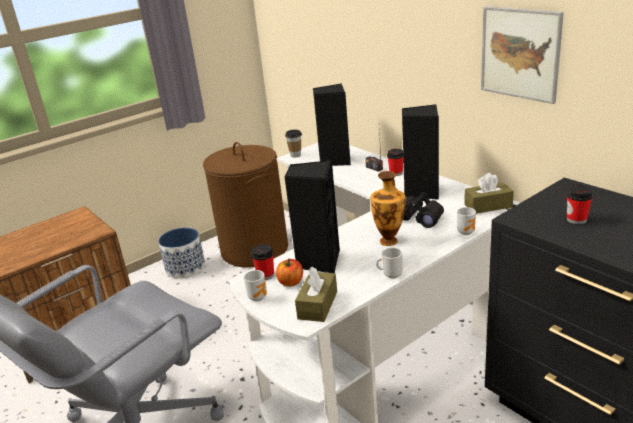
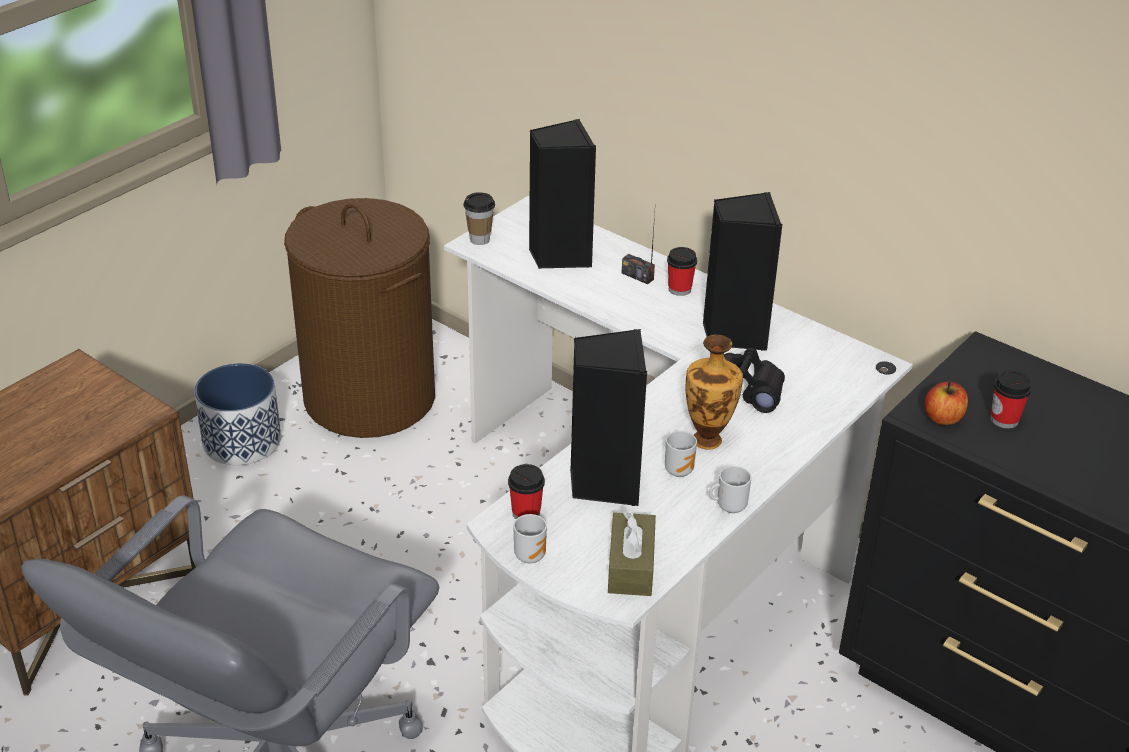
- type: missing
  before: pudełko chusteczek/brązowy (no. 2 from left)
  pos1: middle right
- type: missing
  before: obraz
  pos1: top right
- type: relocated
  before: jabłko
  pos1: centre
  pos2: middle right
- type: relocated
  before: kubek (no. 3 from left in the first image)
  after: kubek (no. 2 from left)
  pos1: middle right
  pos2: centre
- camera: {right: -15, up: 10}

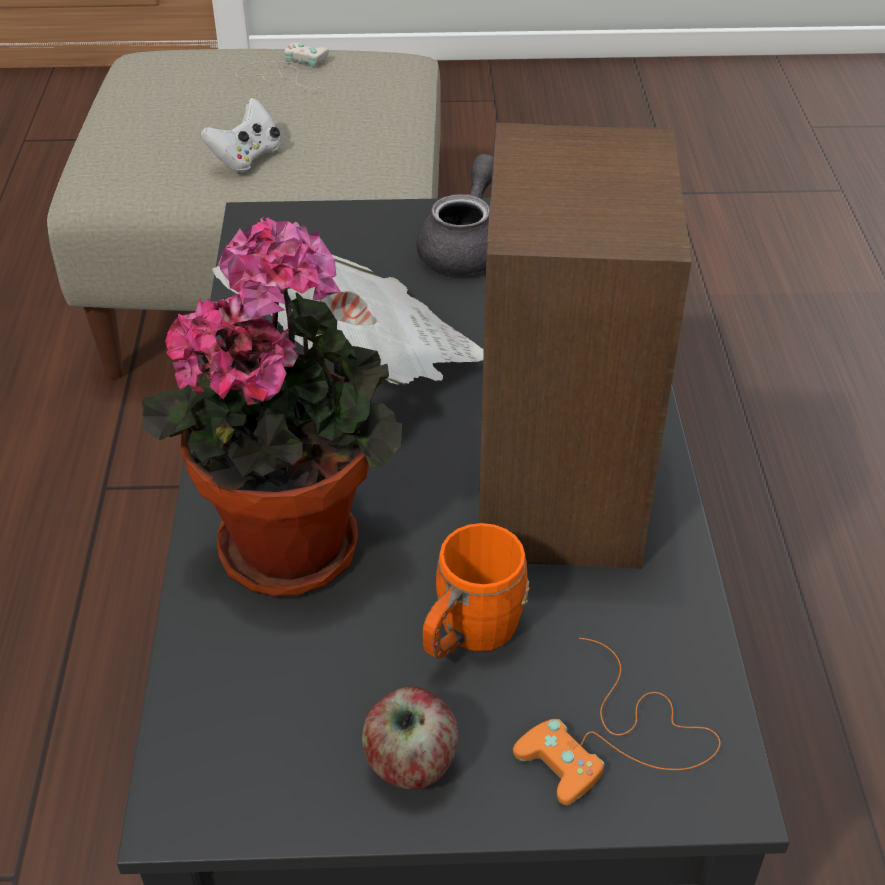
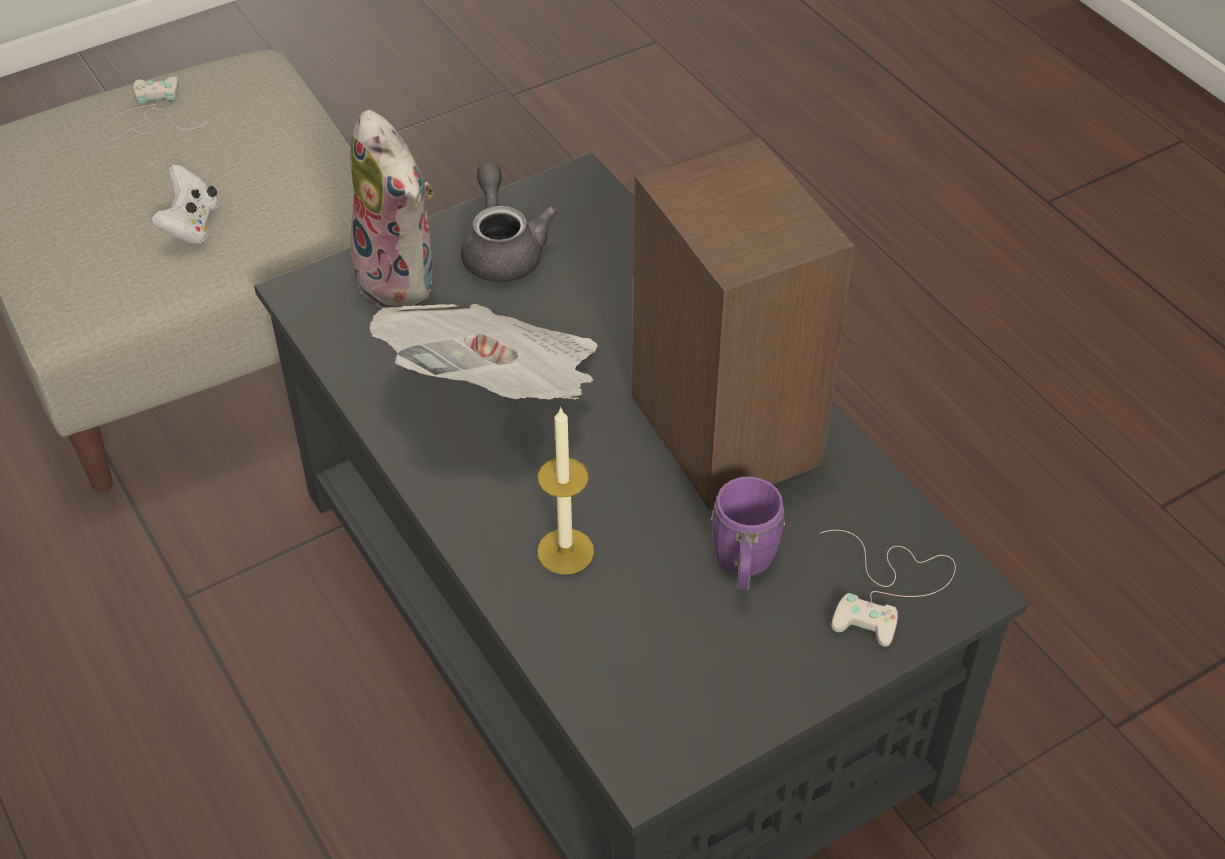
- type: missing
  before: jabłko
  pos1: bottom centre
- type: appeared
  after: pluszak
  pos2: top left
- type: exchanged
  before: roślina doniczkowa
  after: świeca
  pos1: middle left
  pos2: centre
- type: colour
  before: kubek/pomarańczowy
  after: kubek/fioletowy
  pos1: bottom centre
  pos2: centre
- type: colour
  before: pad do gier/pomarańczowy
  after: pad do gier/biały (no. 3 from left)
  pos1: bottom right
  pos2: bottom right
- camera: {right: -30, up: 5}

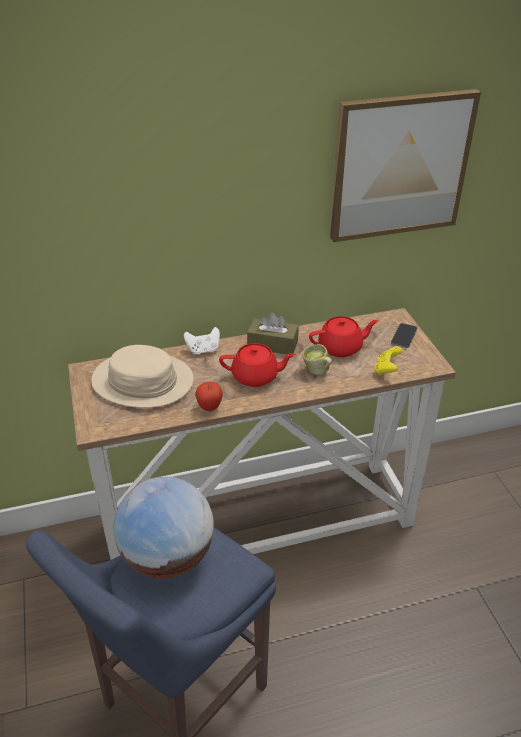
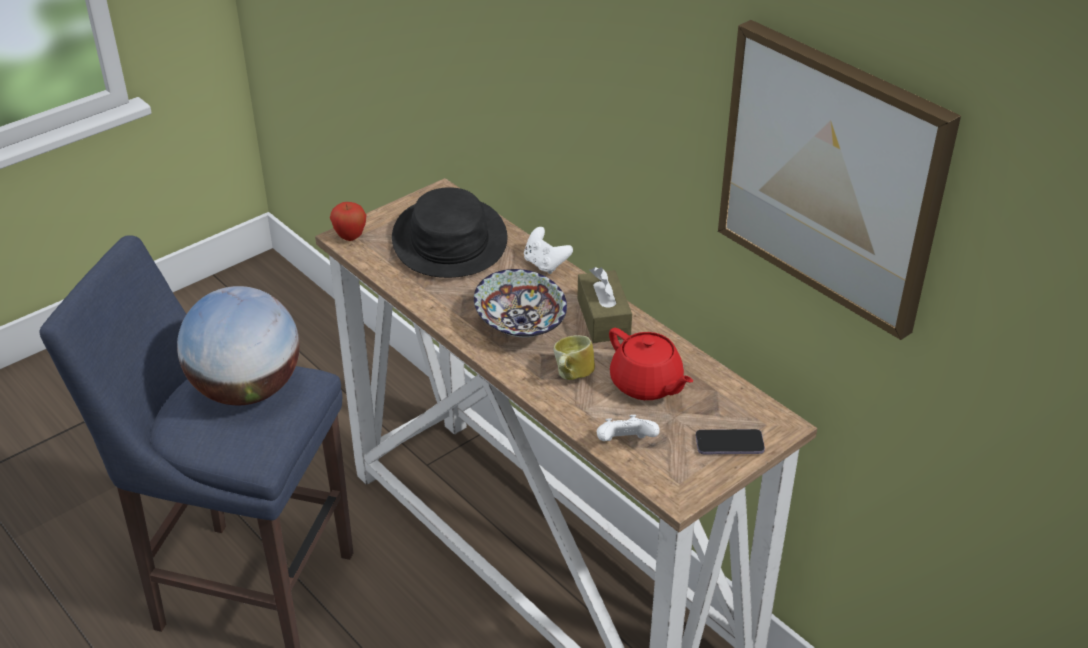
- type: relocated
  before: jabłko
  pos1: centre
  pos2: middle left
- type: exchanged
  before: imbryk/czerwony (no. 1 from left)
  after: miska
  pos1: centre
  pos2: centre
- type: colour
  before: kapelusz/beżowy
  after: kapelusz/czarny
  pos1: middle left
  pos2: centre
- type: colour
  before: pad do gier/żółty
  after: pad do gier/biały (no. 2 from left)
  pos1: middle right
  pos2: centre
- camera: {right: 65, up: 0}

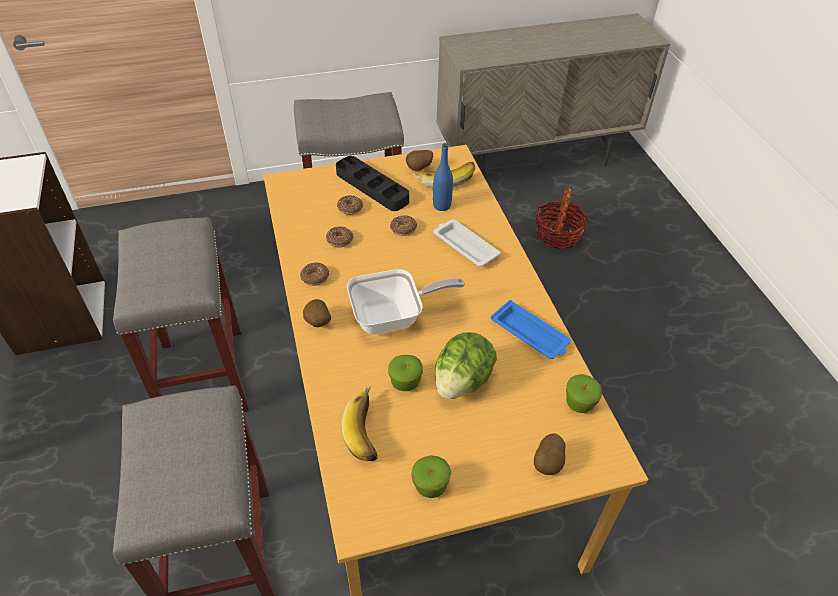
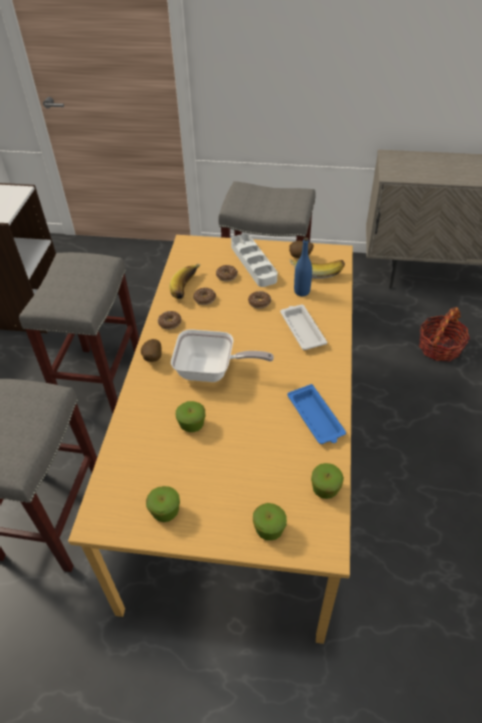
- type: missing
  before: sałata
  pos1: centre
- type: relocated
  before: banan (no. 1 from left)
  pos1: bottom centre
  pos2: centre
- type: exchanged
  before: ziemniak (no. 3 from left)
  after: jabłko (no. 3 from left)
  pos1: bottom centre
  pos2: bottom centre
- type: colour
  before: taca/czarny
  after: taca/biały (no. 1 from left)
  pos1: top centre
  pos2: centre
- camera: {right: 25, up: 0}

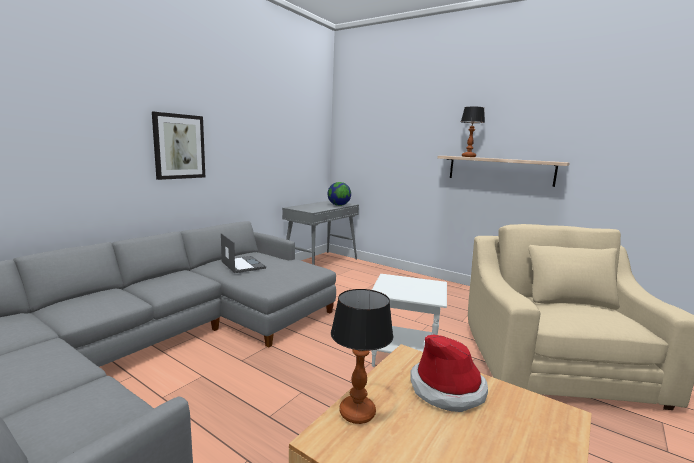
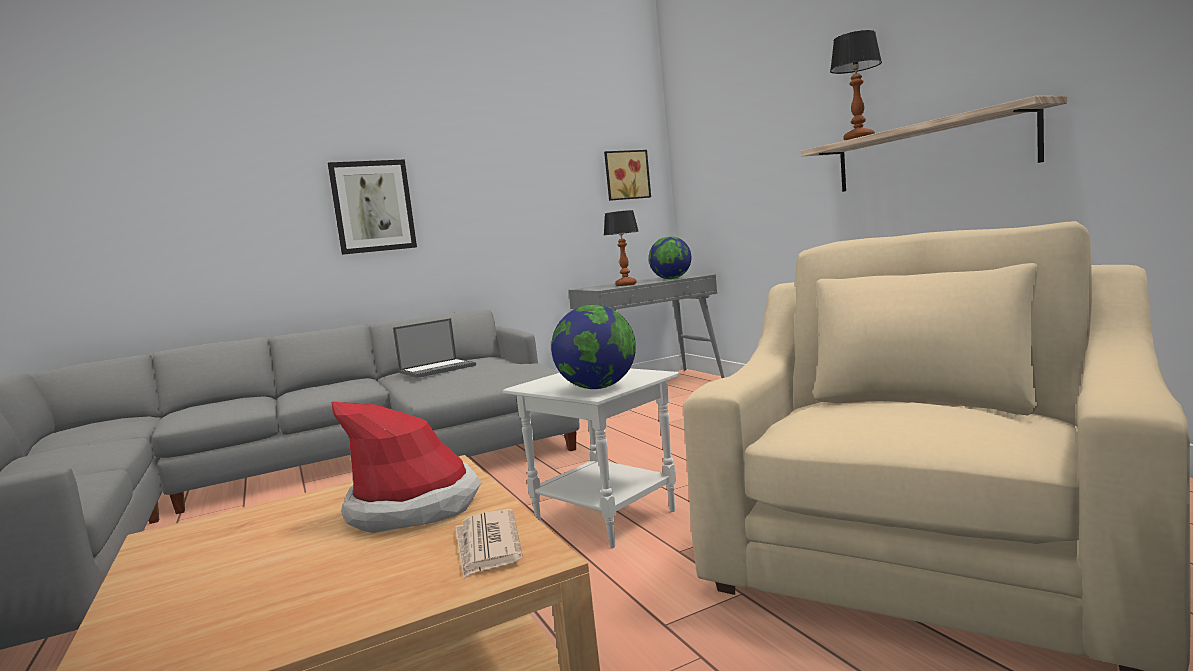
- type: appeared
  after: gazeta
  pos2: bottom centre
- type: appeared
  after: globus (no. 1 from left)
  pos2: centre
- type: appeared
  after: obraz (no. 2 from left)
  pos2: top centre
- type: relocated
  before: lampa stołowa (no. 1 from left)
  pos1: bottom centre
  pos2: centre
- type: spun
  before: laptop
  pos1: centre
  pos2: centre
  turn: 60
- camera: {right: 30, up: -5}

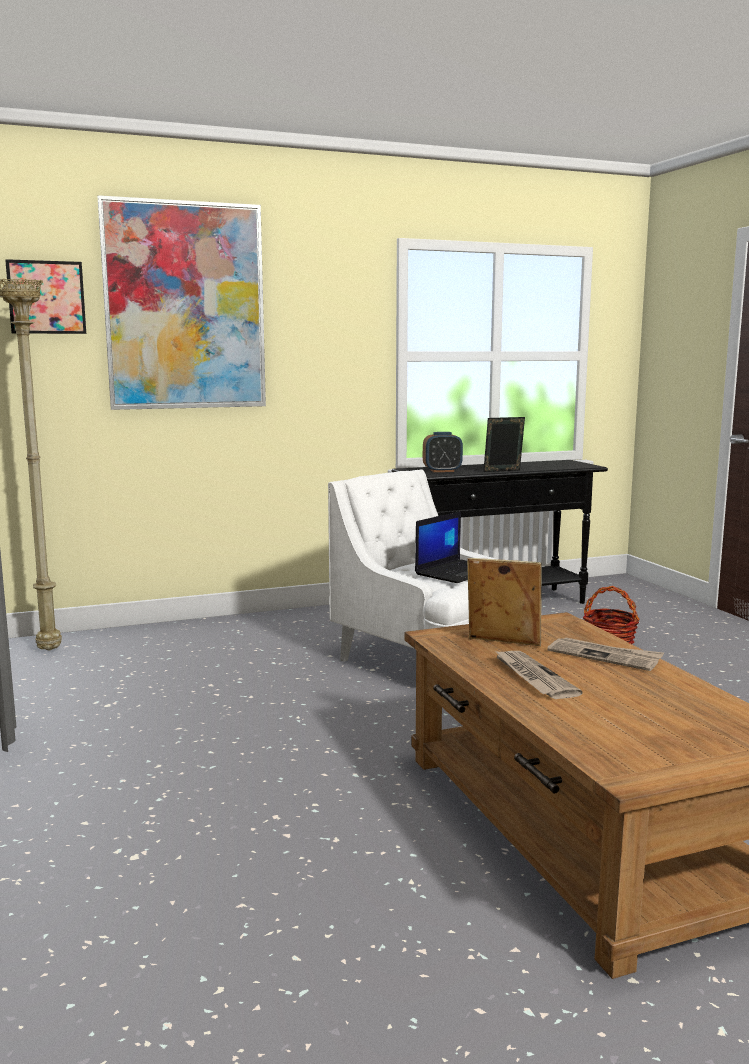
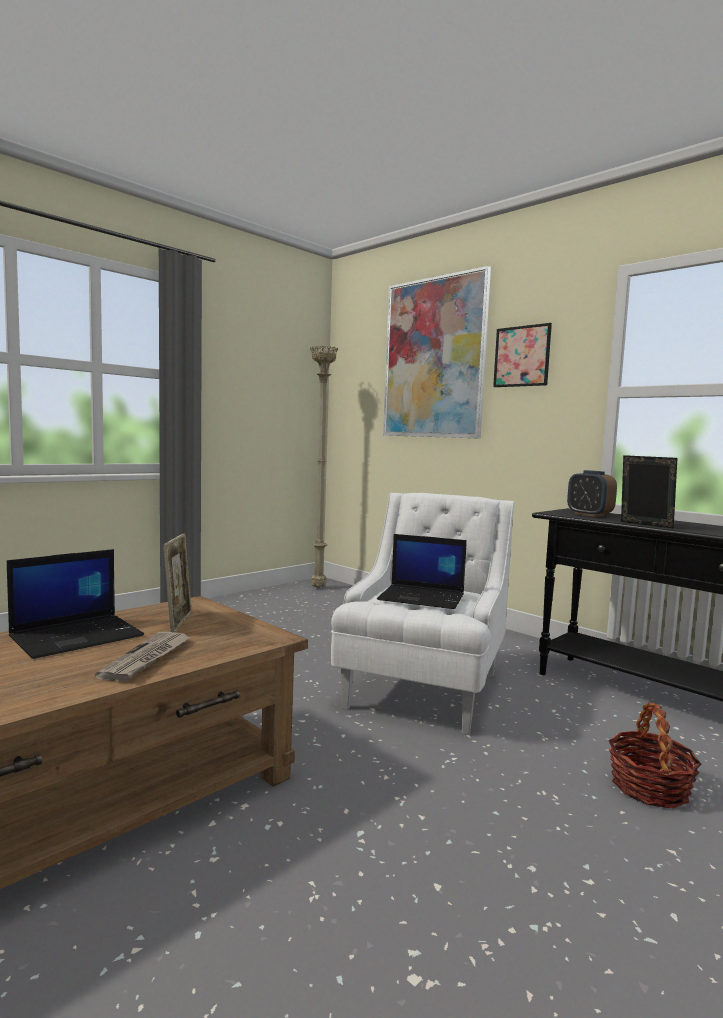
- type: relocated
  before: obraz (no. 1 from left in the first image)
  after: obraz (no. 2 from left)
  pos1: top left
  pos2: middle right
- type: exchanged
  before: gazeta (no. 1 from left)
  after: laptop (no. 1 from left)
  pos1: middle right
  pos2: middle left
- camera: {right: 65, up: -5}

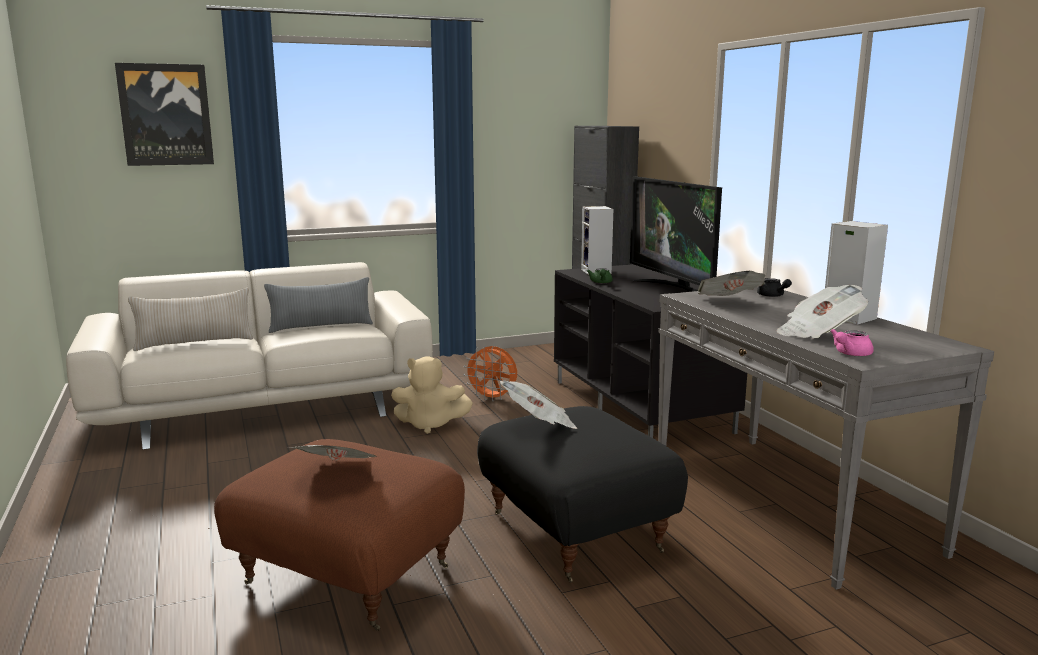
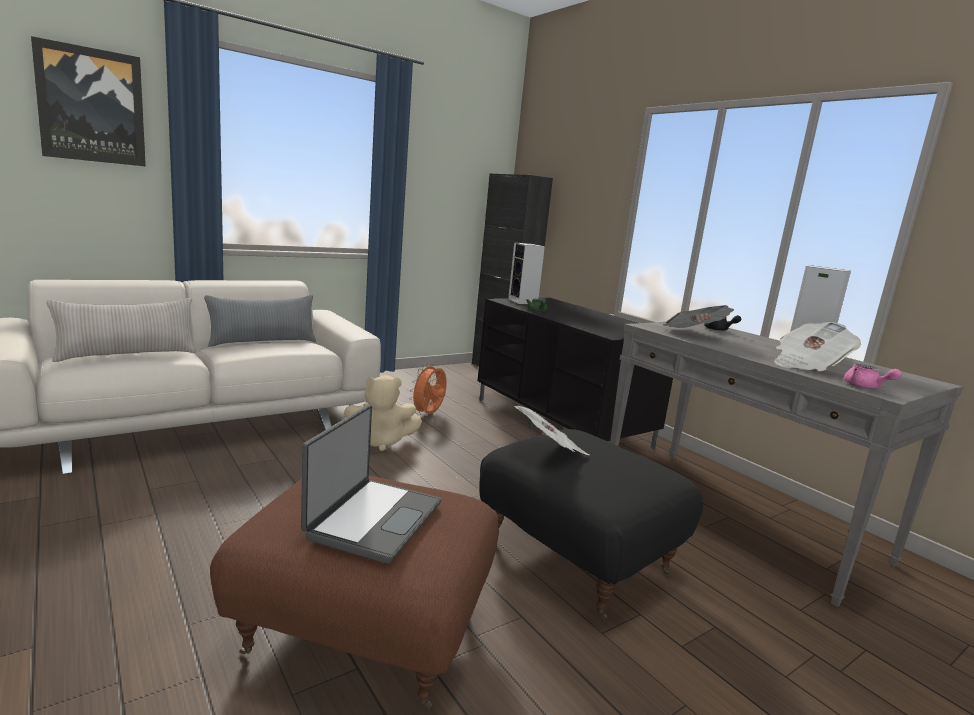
- type: missing
  before: telewizor
  pos1: centre
- type: exchanged
  before: gazeta (no. 1 from left)
  after: laptop
  pos1: bottom left
  pos2: bottom centre
- type: spun
  before: wentylator/pomarańczowy
  pos1: centre
  pos2: centre
  turn: 105
- type: spun
  before: imbryk/różowy
  pos1: middle right
  pos2: middle right
  turn: -60
- camera: {right: -15, up: 0}

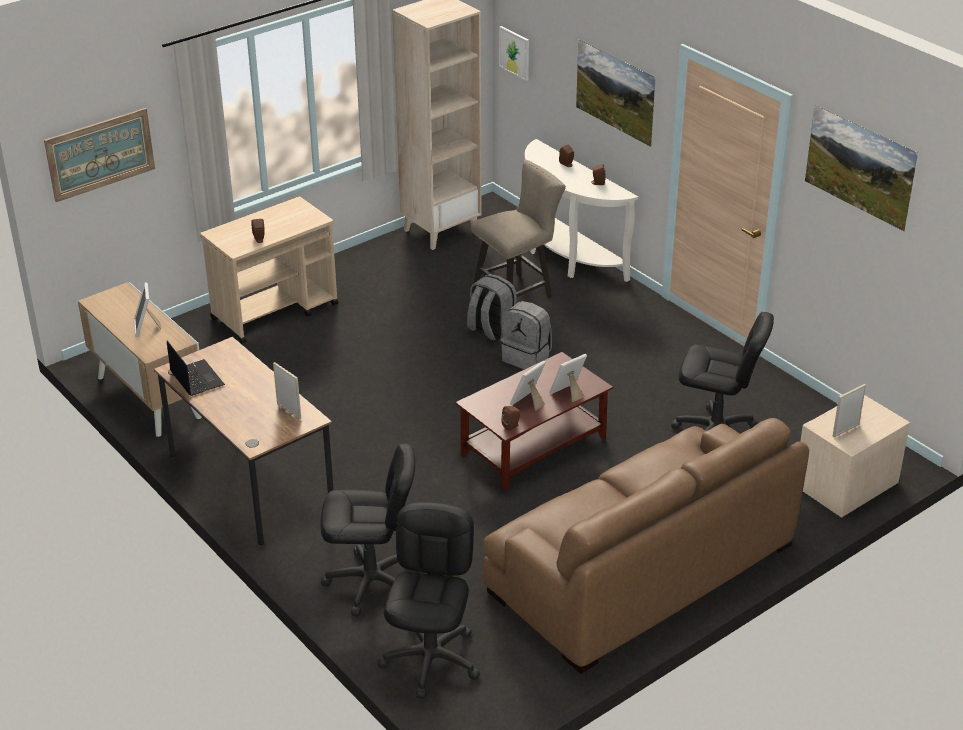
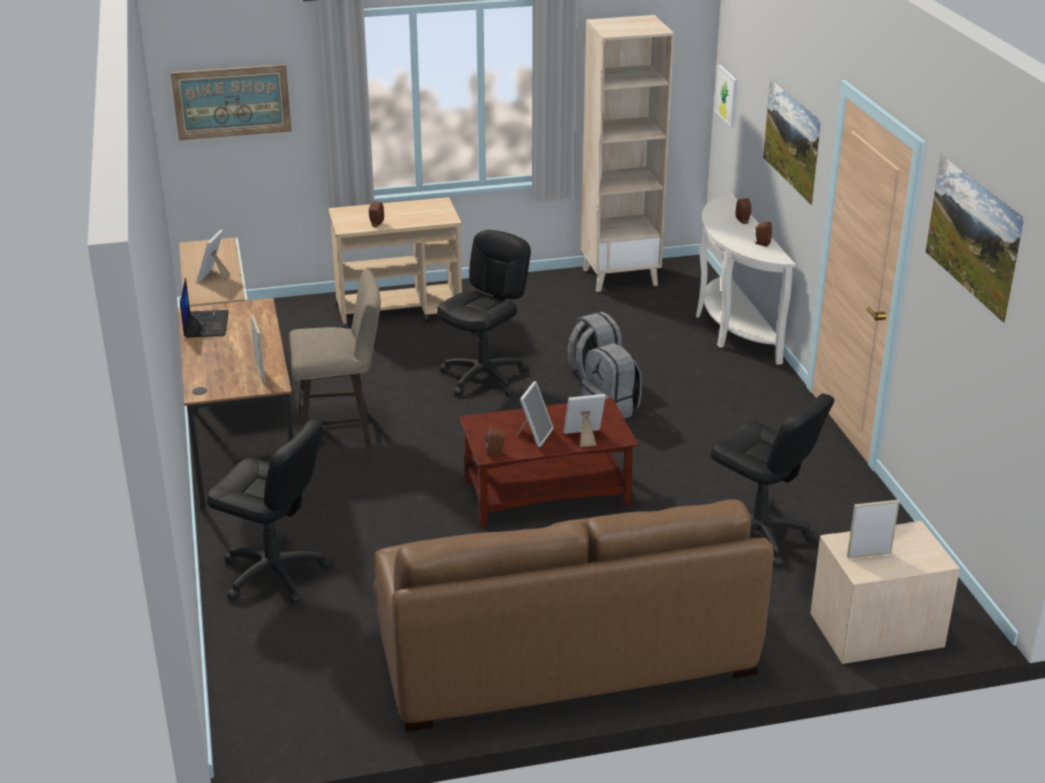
- type: relocated
  before: krzesło biurowe/czarny (no. 2 from left)
  pos1: bottom centre
  pos2: centre
- type: relocated
  before: stołek/beżowy
  pos1: top centre
  pos2: middle left
- type: spun
  before: ramka na zdjęcie (no. 3 from left)
  pos1: centre
  pos2: centre
  turn: 135
- camera: {right: 25, up: -5}

